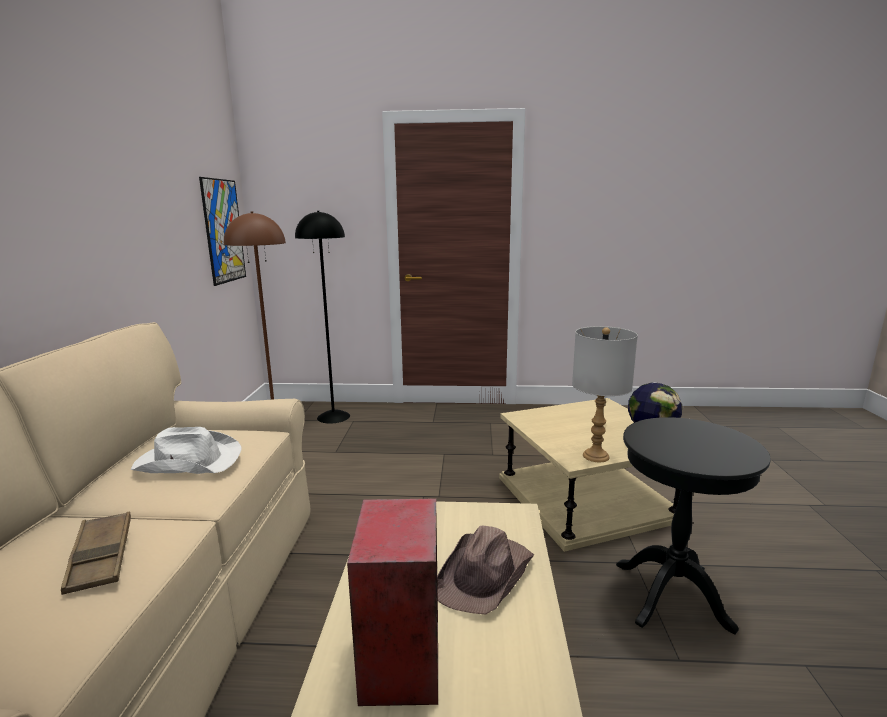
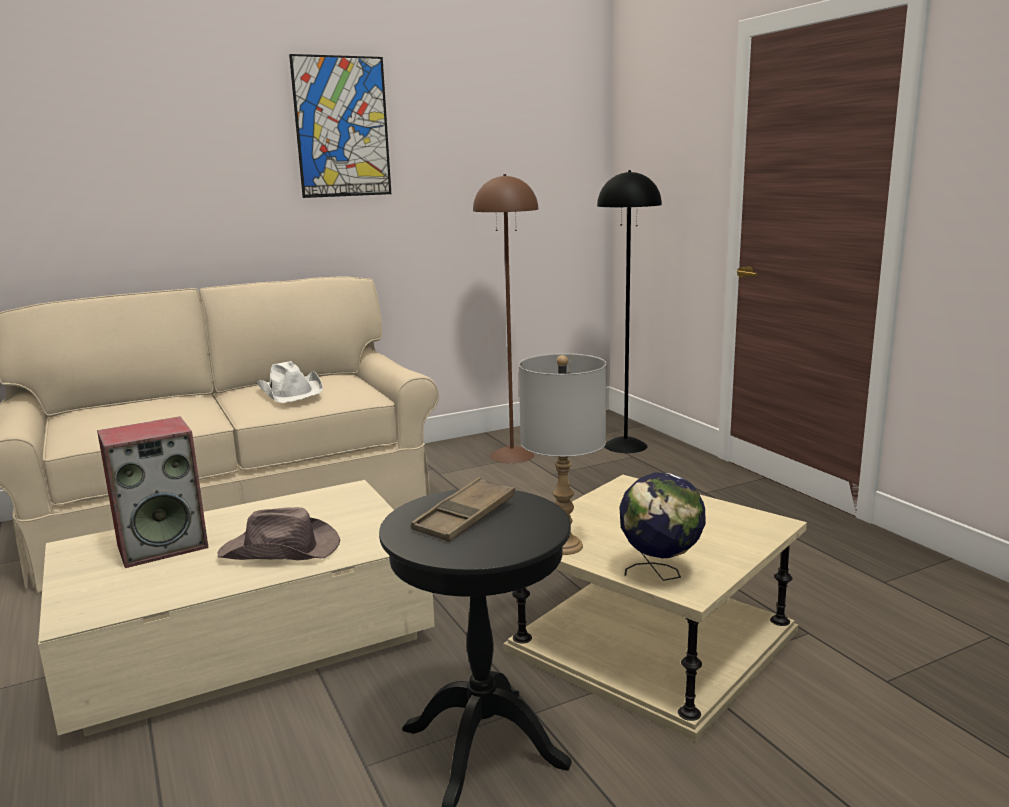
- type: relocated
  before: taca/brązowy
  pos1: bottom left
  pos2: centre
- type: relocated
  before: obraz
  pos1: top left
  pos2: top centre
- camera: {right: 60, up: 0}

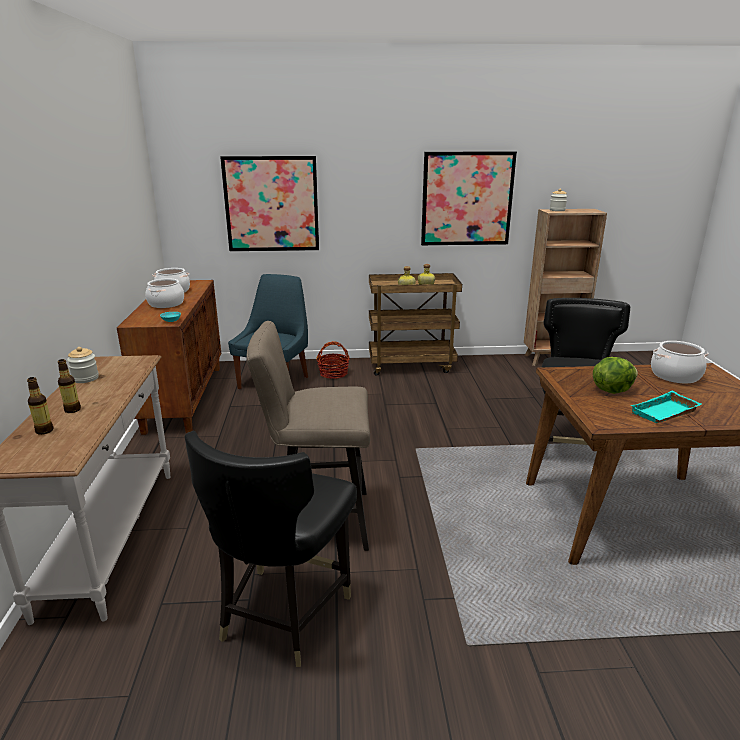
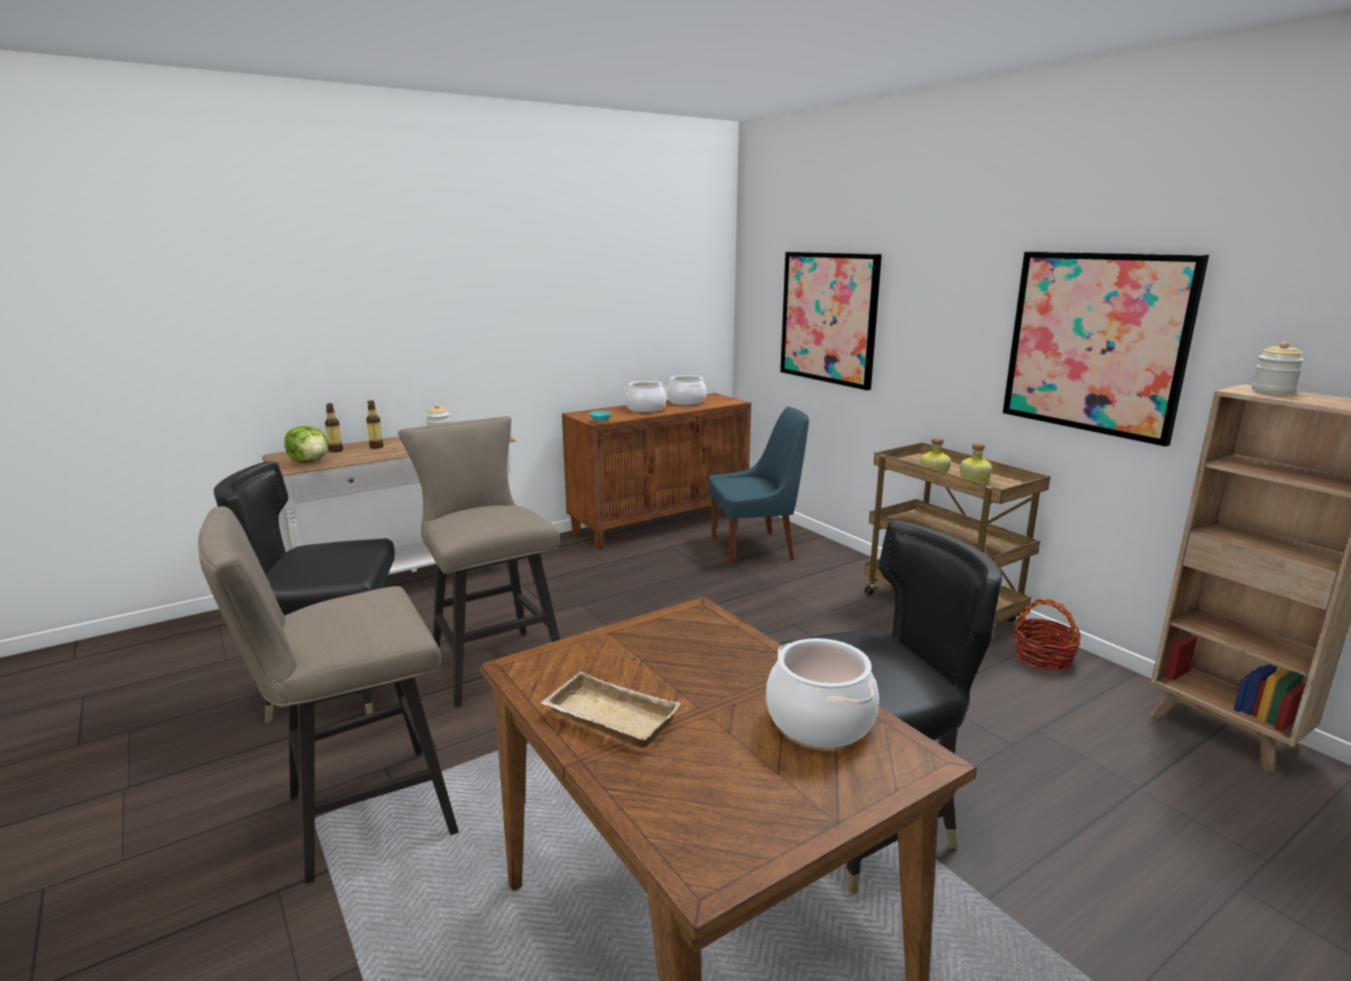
- type: appeared
  after: stołek/beżowy (no. 1 from left)
  pos2: bottom left
- type: relocated
  before: koszyk
  pos1: centre
  pos2: middle right
- type: relocated
  before: sałata
  pos1: middle right
  pos2: middle left
- type: colour
  before: taca/turkusowy
  after: taca/beżowy
  pos1: middle right
  pos2: bottom centre
- camera: {right: 60, up: -5}

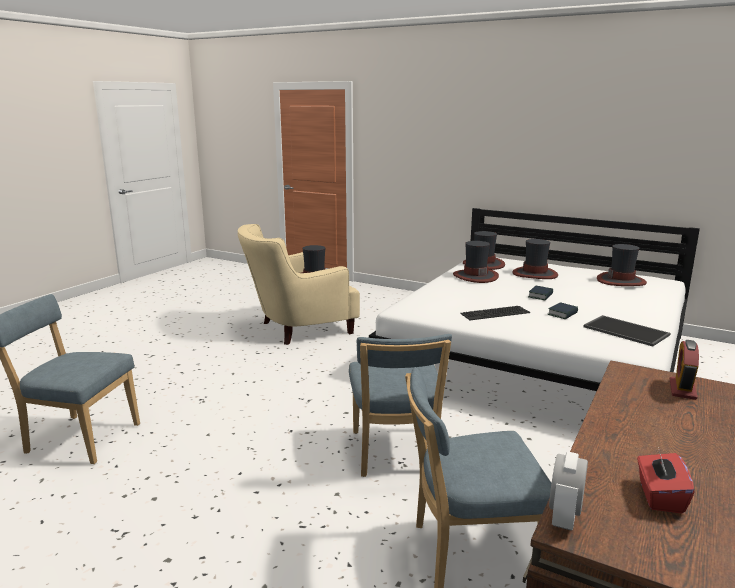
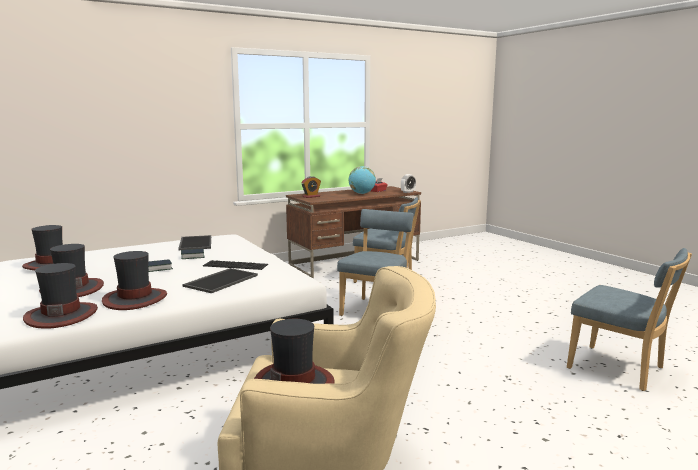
- type: appeared
  after: taca (no. 2 from left)
  pos2: middle left
- type: appeared
  after: globus
  pos2: centre
- camera: {right: -150, up: -5}

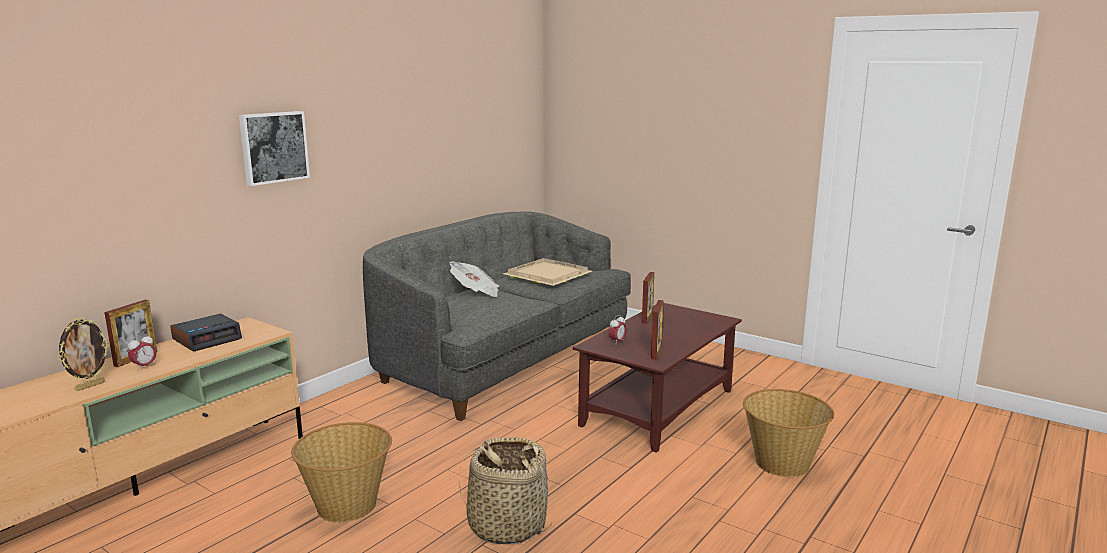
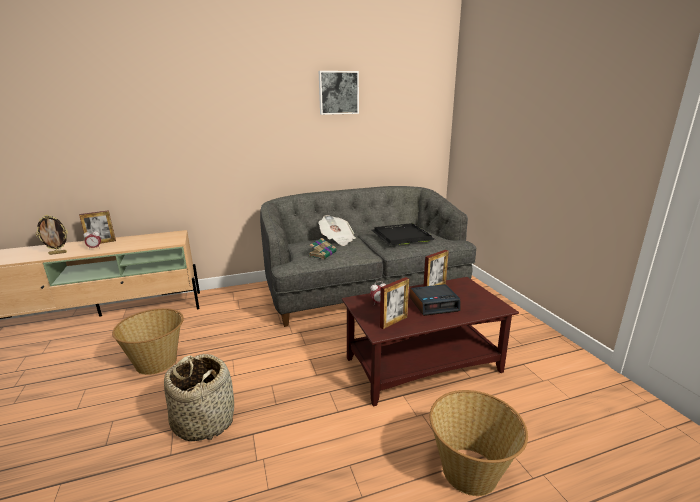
- type: appeared
  after: książka
  pos2: centre
- type: relocated
  before: budzik (no. 2 from left in the first image)
  after: budzik (no. 3 from left)
  pos1: middle left
  pos2: centre
- type: relocated
  before: obraz
  pos1: top left
  pos2: top centre
- type: colour
  before: taca/beżowy
  after: taca/czarny
  pos1: centre
  pos2: centre
- camera: {right: 35, up: 5}

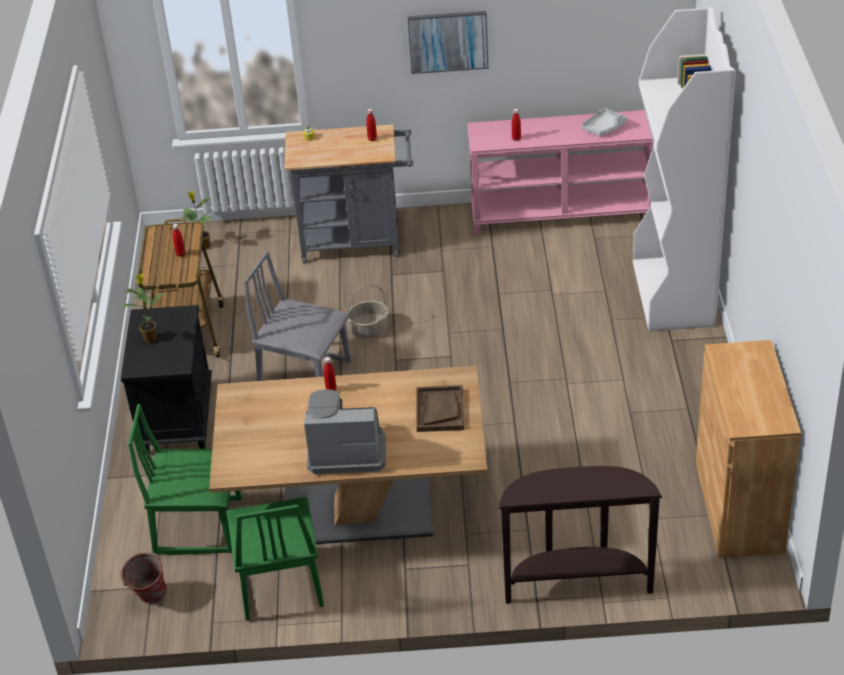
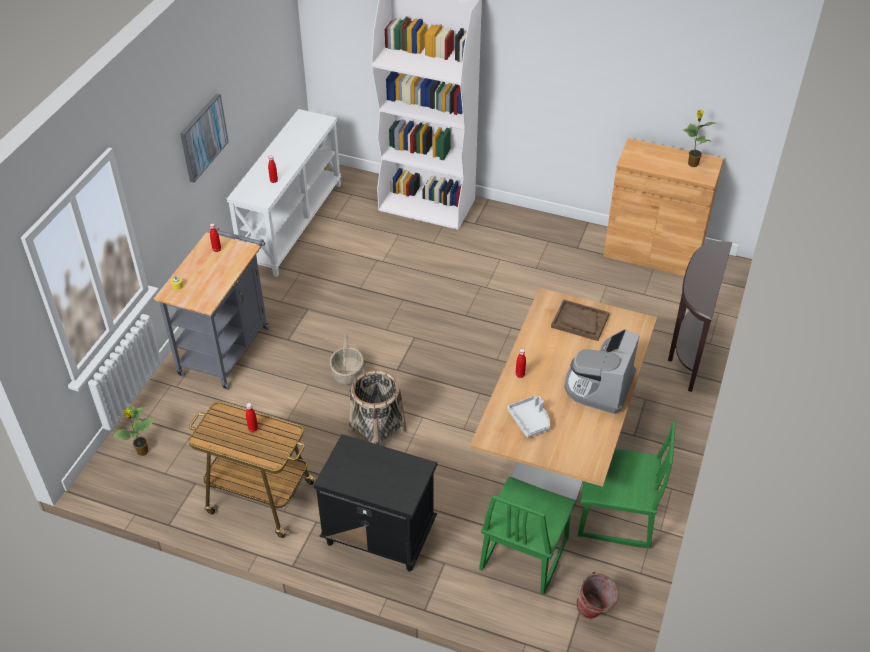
- type: relocated
  before: roślina doniczkowa (no. 1 from left in the first image)
  after: roślina doniczkowa (no. 2 from left)
  pos1: middle left
  pos2: top right
- type: relocated
  before: taca/szary
  pos1: top right
  pos2: centre
- type: exchanged
  before: krzesło/szary
  after: koszyk (no. 2 from left)
  pos1: centre
  pos2: centre
- type: colour
  before: stolik konsolowy/różowy
  after: stolik konsolowy/biały
  pos1: top centre
  pos2: top left
- camera: {right: -70, up: 5}

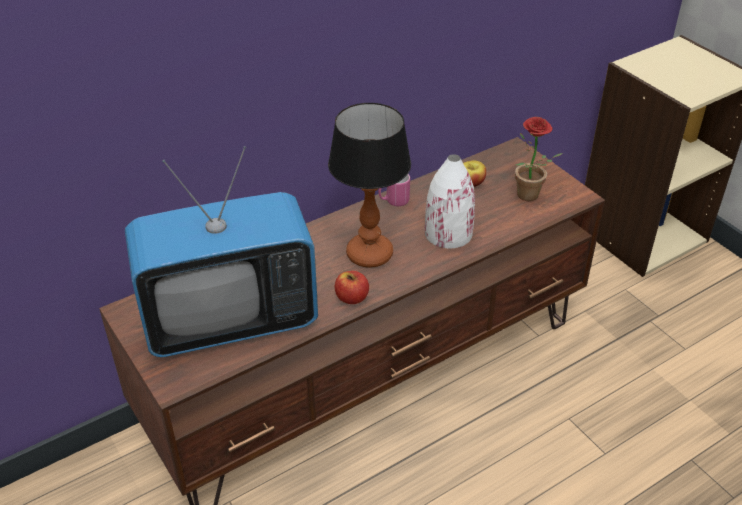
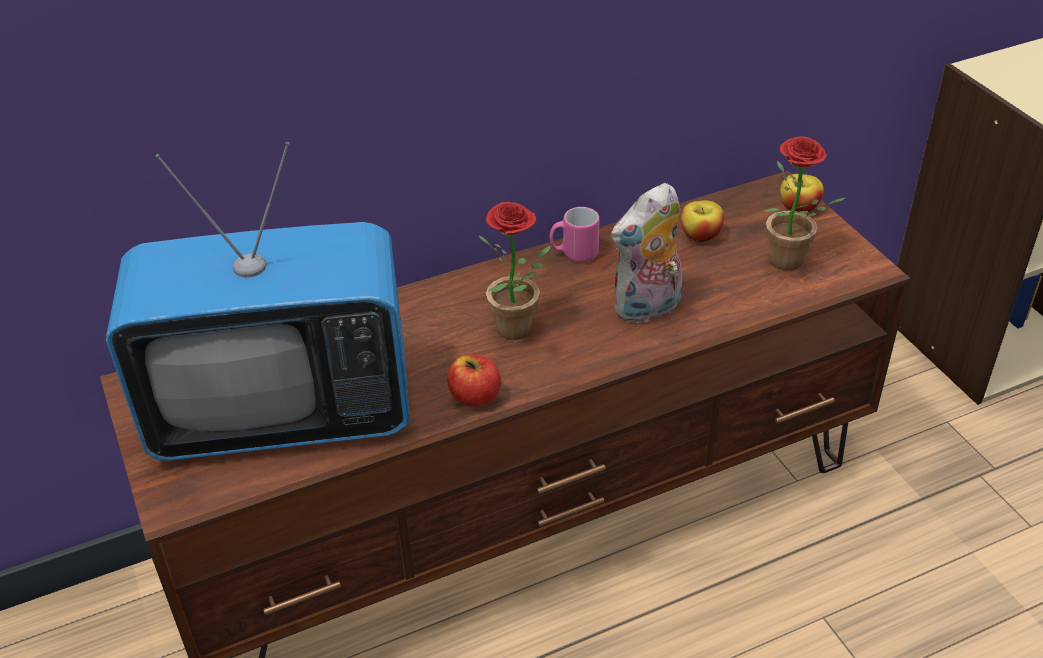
- type: appeared
  after: jabłko (no. 3 from left)
  pos2: top right
- type: exchanged
  before: lampa stołowa
  after: roślina doniczkowa (no. 1 from left)
  pos1: centre
  pos2: centre
- type: exchanged
  before: wazon/biały
  after: pluszak
  pos1: centre
  pos2: centre
- camera: {right: 10, up: 0}

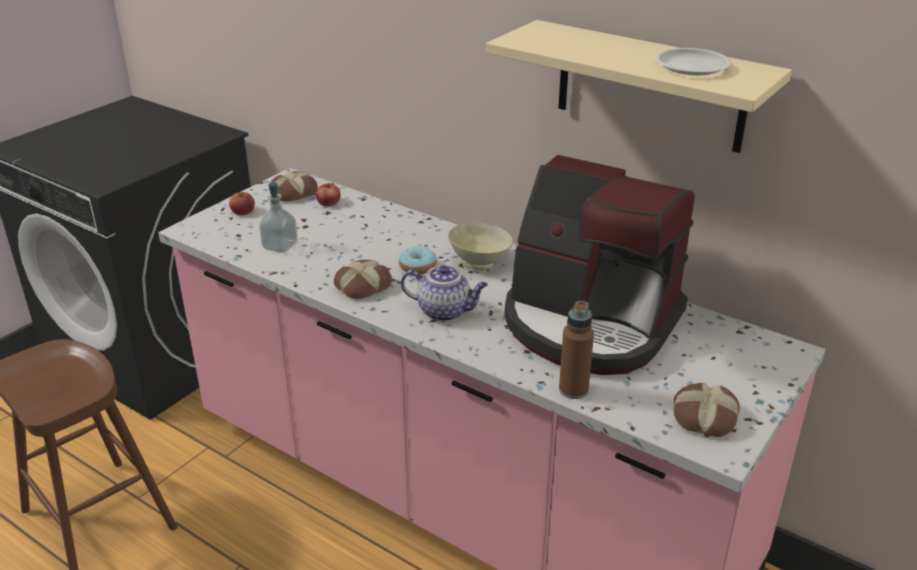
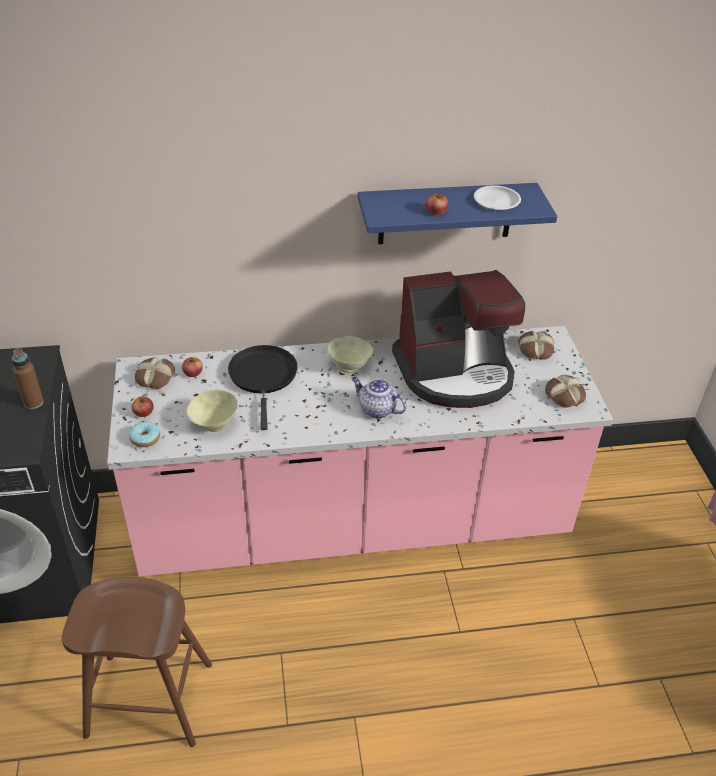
- type: appeared
  after: patelnia/czarny
  pos2: centre
- type: appeared
  after: jabłko (no. 3 from left)
  pos2: top centre
- type: relocated
  before: chleb (no. 2 from left)
  pos1: centre
  pos2: middle right
- type: relocated
  before: donut
  pos1: centre
  pos2: middle left
- type: relocated
  before: butelka/brązowy
  pos1: centre
  pos2: middle left
- type: exchanged
  before: dozownik mydła
  after: miska/beżowy (no. 1 from left)
  pos1: middle left
  pos2: middle left
- type: colour
  before: półka/beżowy
  after: półka/niebieski
  pos1: top right
  pos2: top centre
- type: spun
  before: imbryk
  pos1: centre
  pos2: centre
  turn: -120
- camera: {right: -45, up: 10}

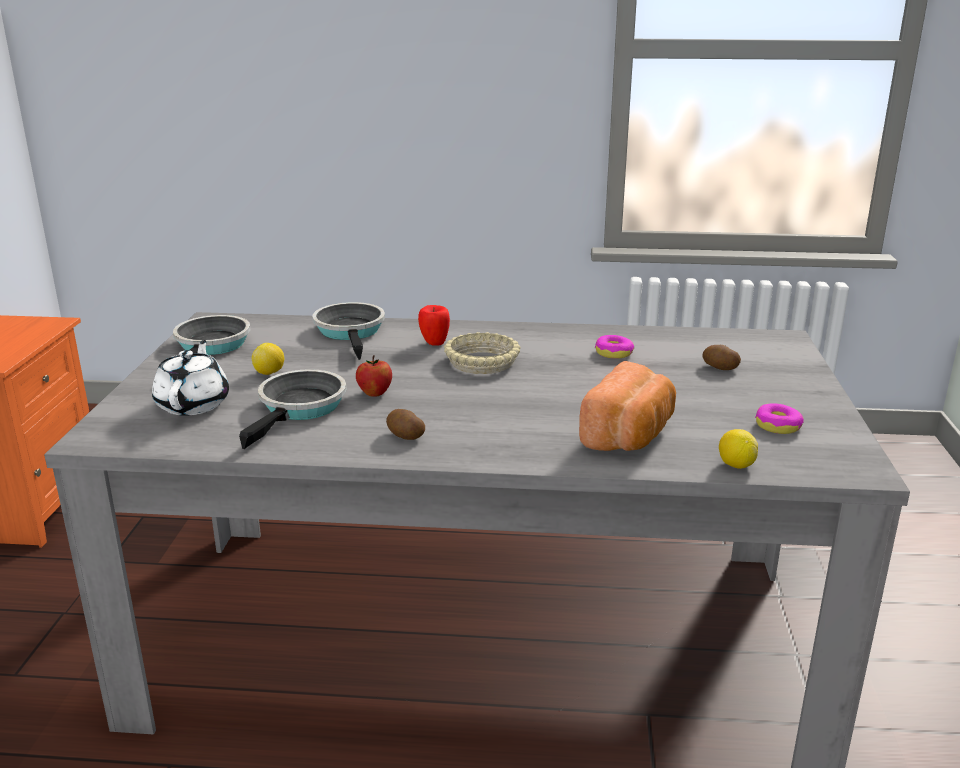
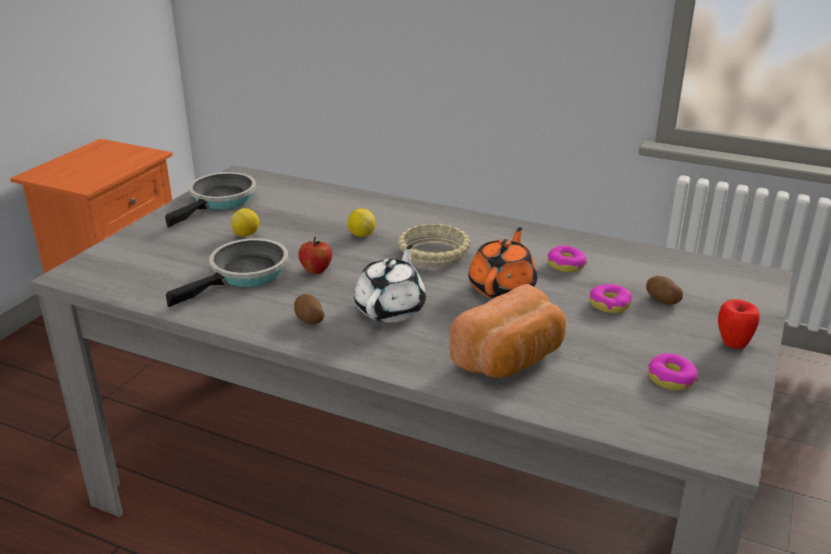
- type: missing
  before: patelnia (no. 3 from left)
  pos1: centre
- type: appeared
  after: imbryk/pomarańczowy
  pos2: centre
- type: appeared
  after: donut (no. 2 from left)
  pos2: middle right
- type: relocated
  before: imbryk/biały
  pos1: middle left
  pos2: centre
- type: relocated
  before: jabłko (no. 2 from left)
  pos1: centre
  pos2: middle right
- type: relocated
  before: cytryna (no. 2 from left)
  pos1: middle right
  pos2: centre
- camera: {right: 20, up: 5}

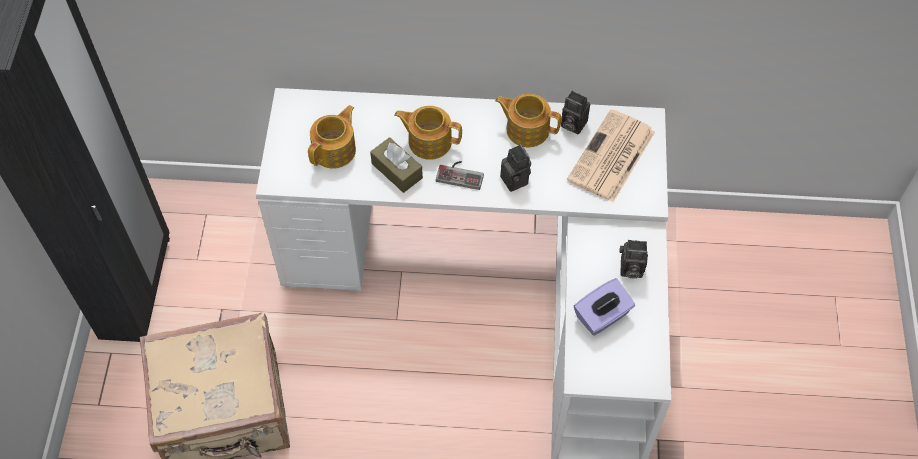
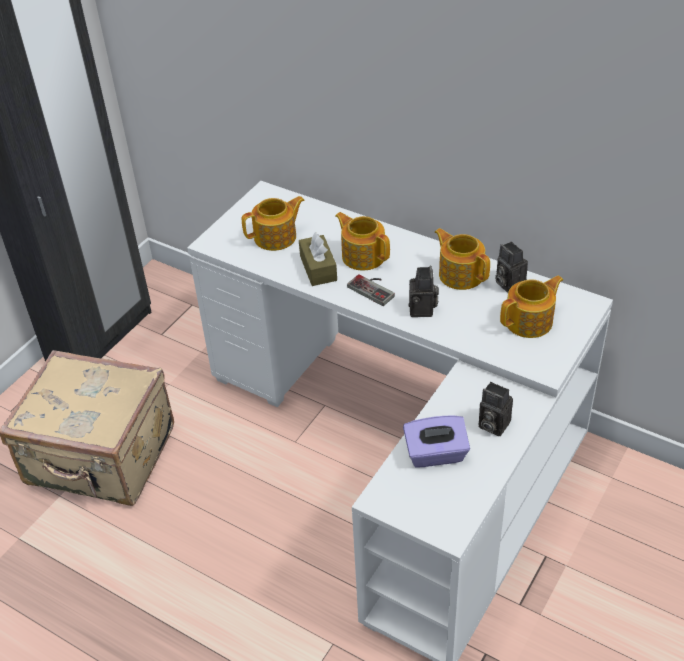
- type: exchanged
  before: gazeta
  after: imbryk (no. 4 from left)
  pos1: centre
  pos2: middle right
- camera: {right: 30, up: -15}

